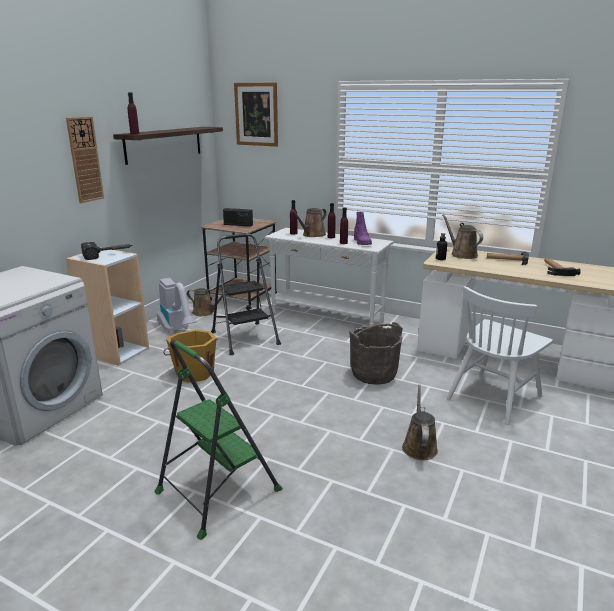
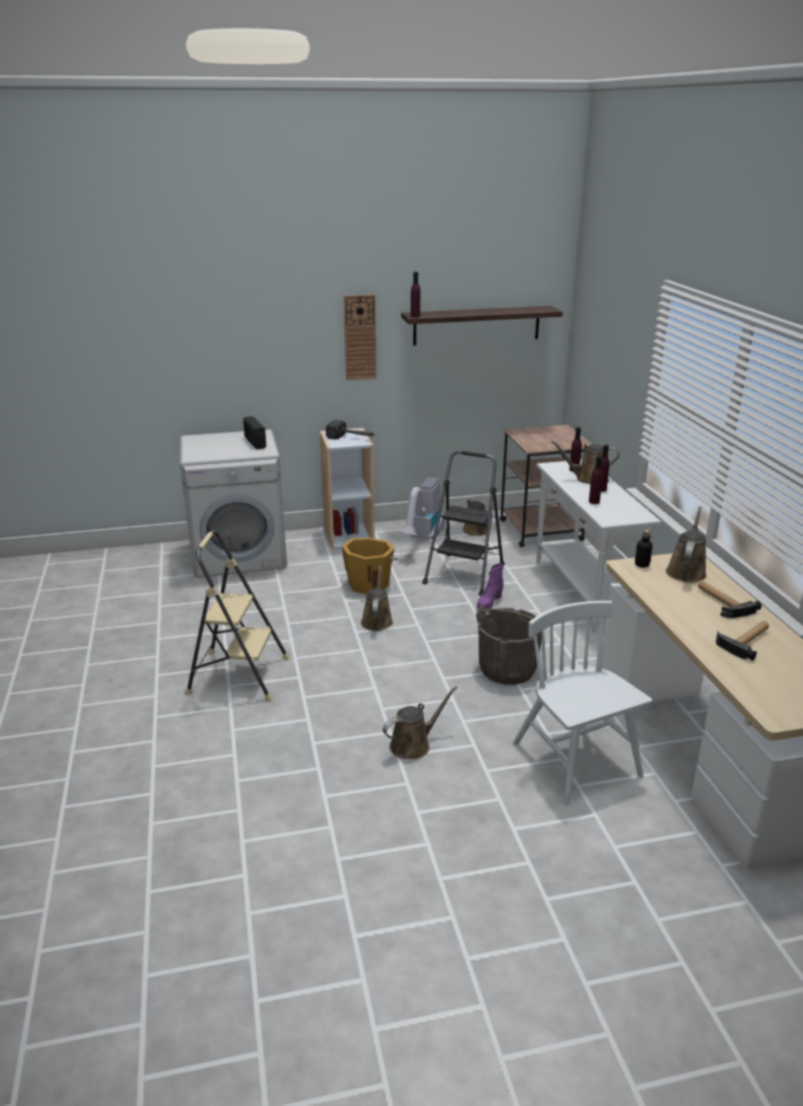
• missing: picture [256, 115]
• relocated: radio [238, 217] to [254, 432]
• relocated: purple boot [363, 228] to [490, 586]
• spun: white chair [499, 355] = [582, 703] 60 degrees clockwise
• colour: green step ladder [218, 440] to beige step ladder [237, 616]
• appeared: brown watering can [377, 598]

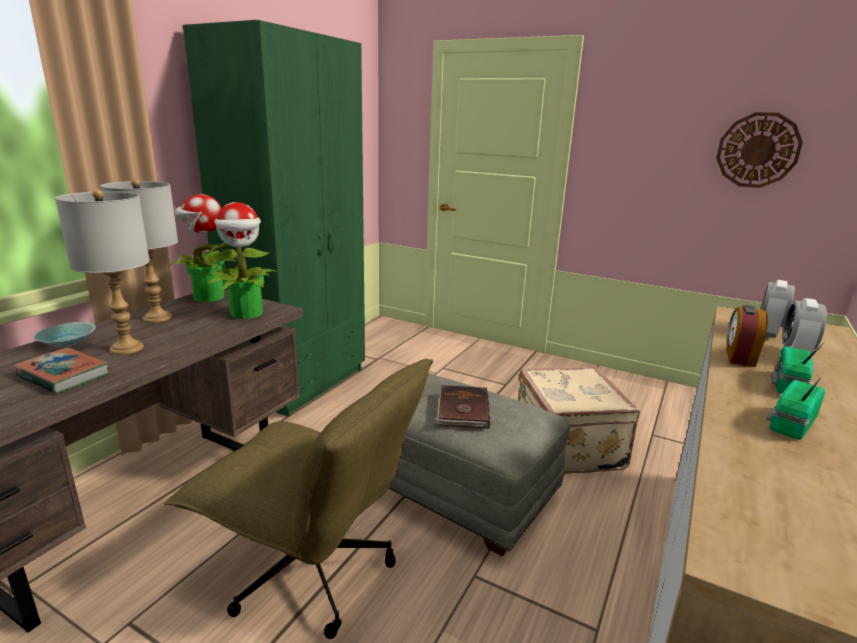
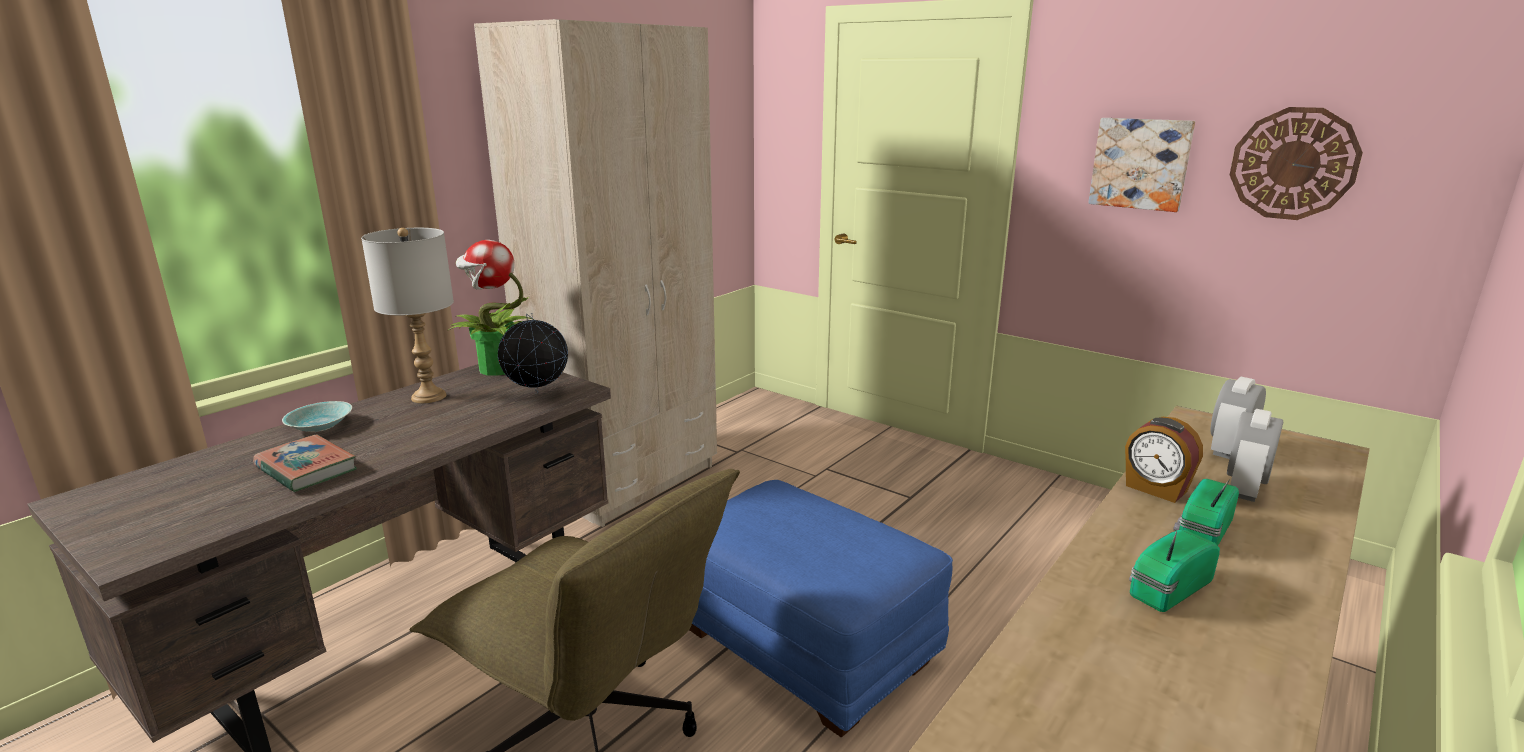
• colour: green wardrobe [274, 218] to beige wardrobe [595, 273]
• missing: grey table lamp [102, 272]
• exchanged: potted plant [241, 260] to globe [533, 353]
• spun: alarm clock [747, 336] = [1164, 460] 75 degrees counterclockwise
• missing: beige suitcase [579, 420]
• colour: grey ottoman [479, 464] to blue ottoman [821, 608]
• missing: brown book [462, 407]
• appeared: picture [1141, 165]

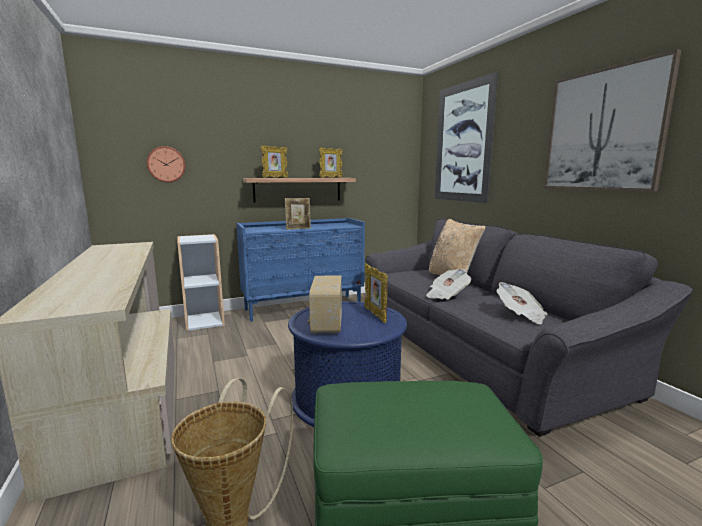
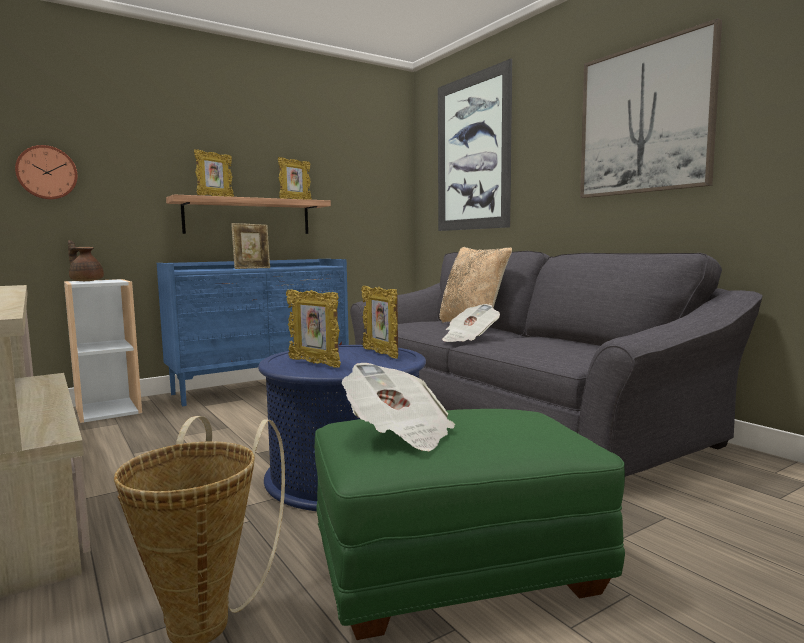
• exchanged: radio [325, 305] to picture frame [313, 328]
• relocated: newspaper [522, 303] to [398, 407]
• appeared: brown teapot [86, 260]

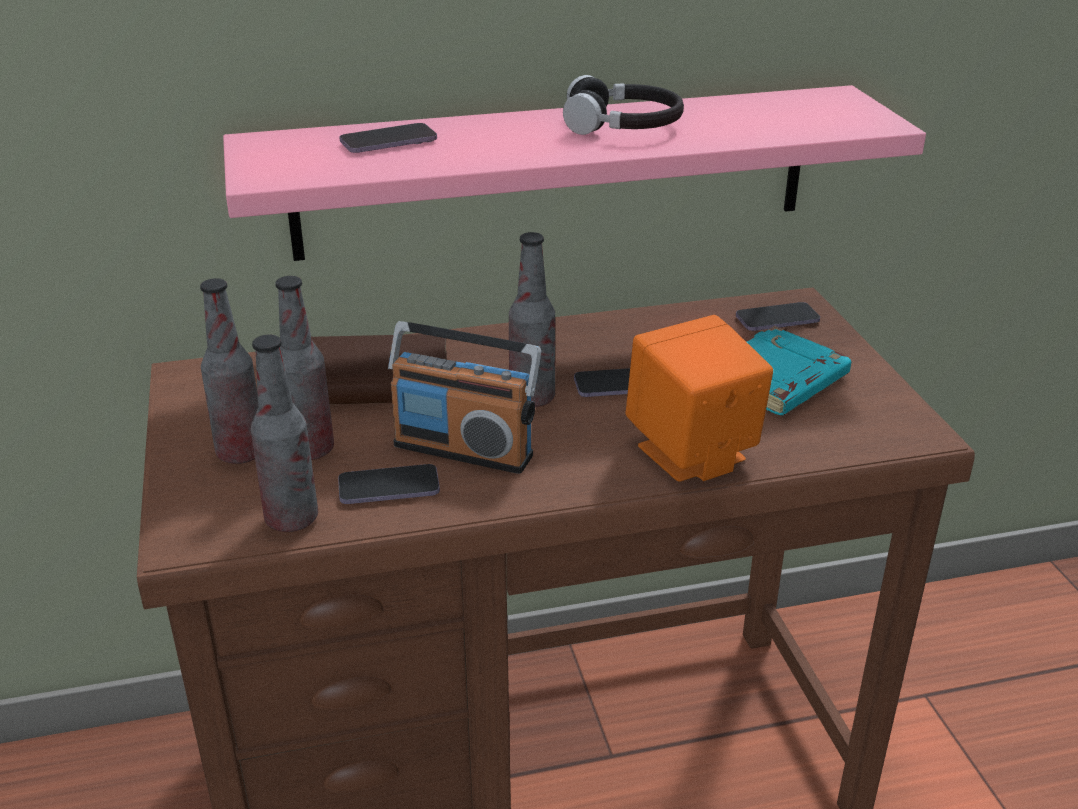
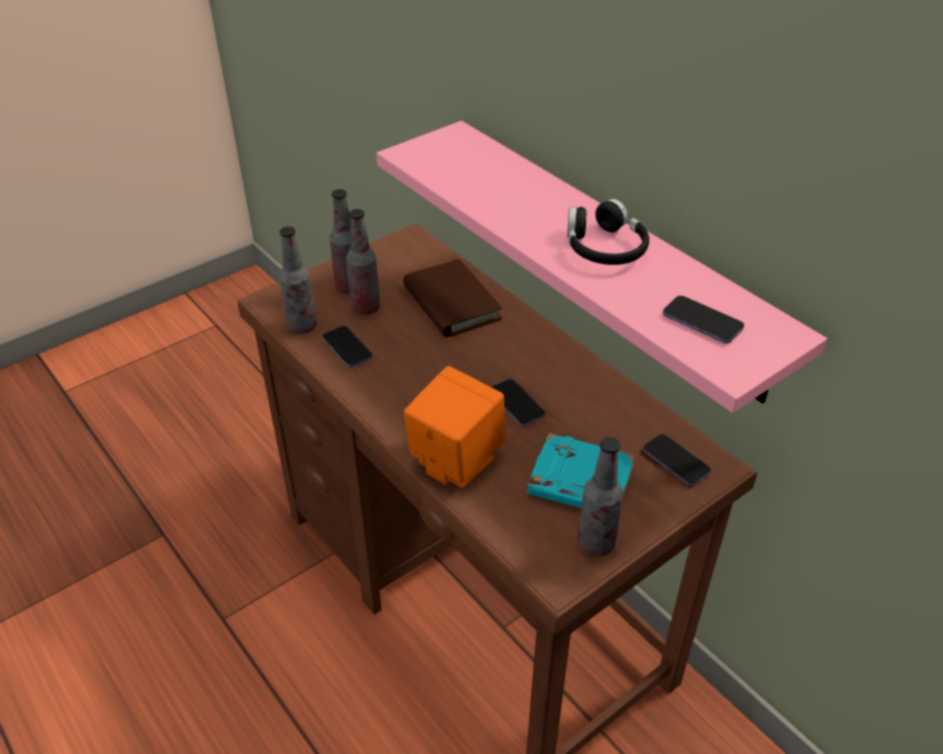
• relocated: phone [388, 138] to [703, 319]
• relocated: bottle [532, 319] to [600, 496]
• missing: radio [464, 397]

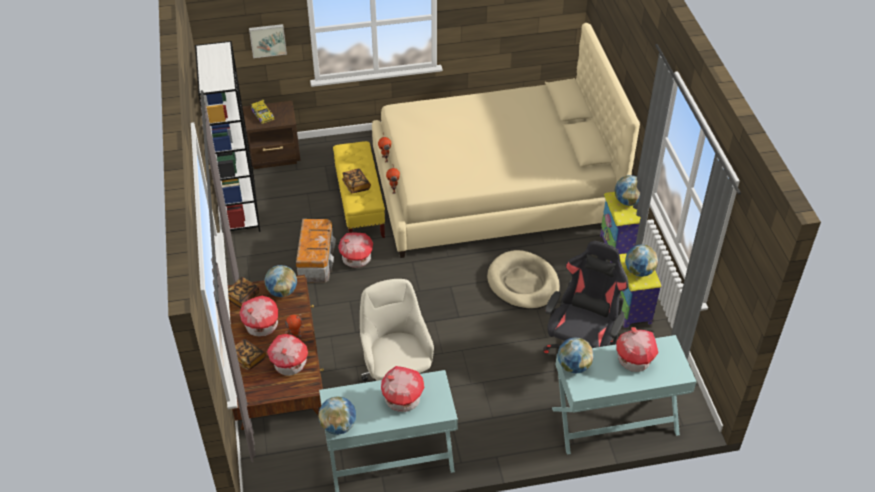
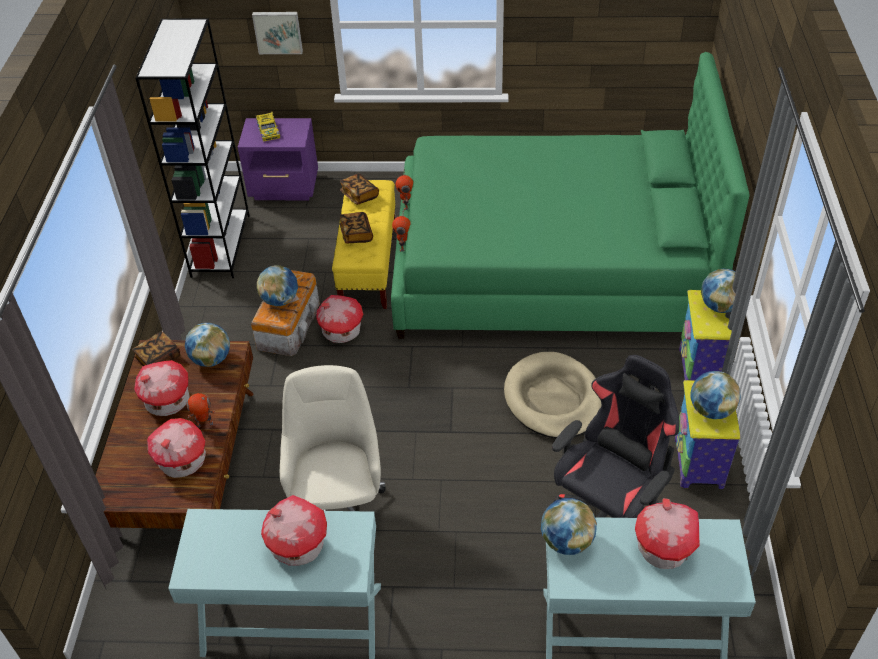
• colour: beige bed [506, 140] to green bed [570, 195]
• colour: brown nightstand [272, 135] to purple nightstand [278, 159]
• relocated: book [250, 355] to [359, 189]
• relocated: globe [337, 415] to [277, 285]

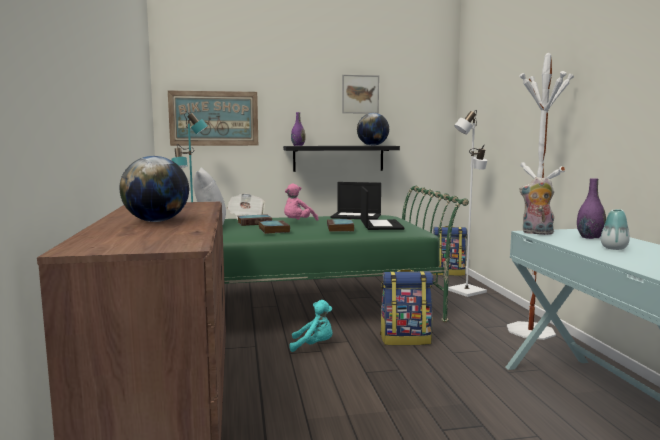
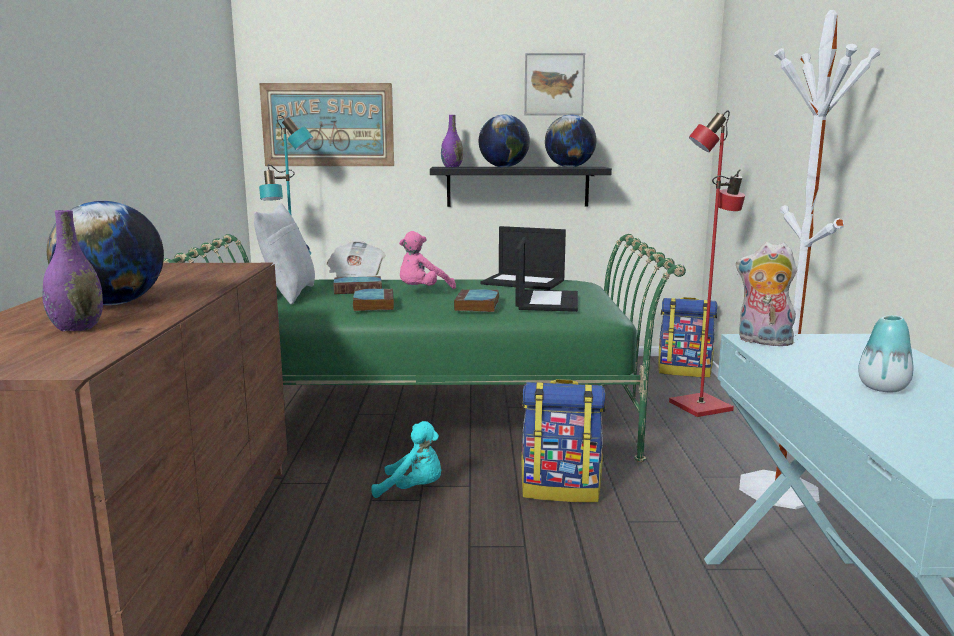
• colour: white floor lamp [467, 203] to red floor lamp [707, 263]
• relocated: purple vase [591, 208] to [72, 270]
• appeared: globe [504, 141]

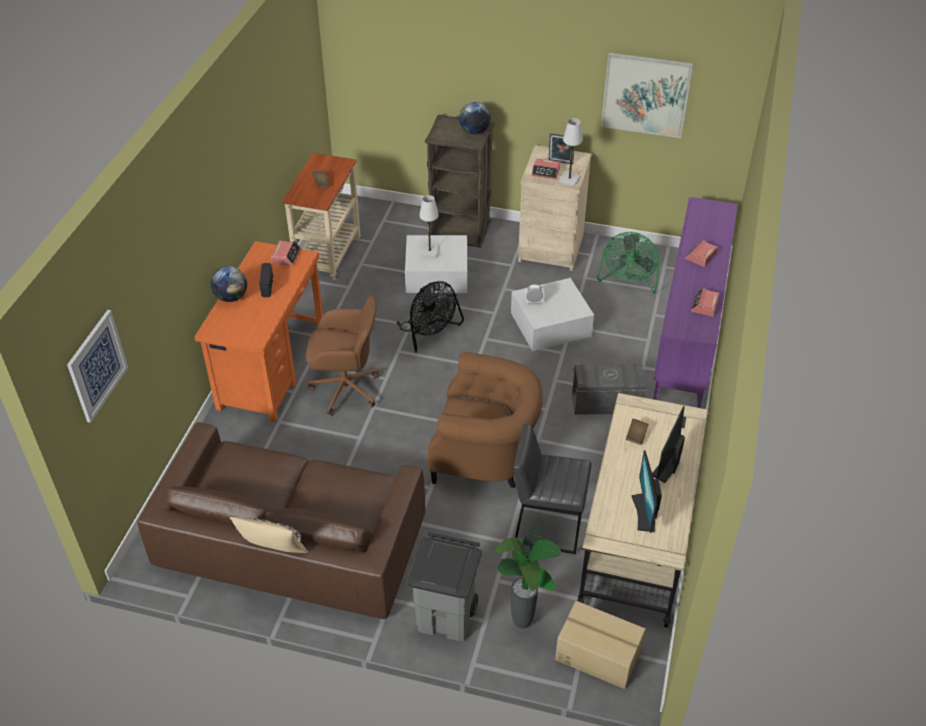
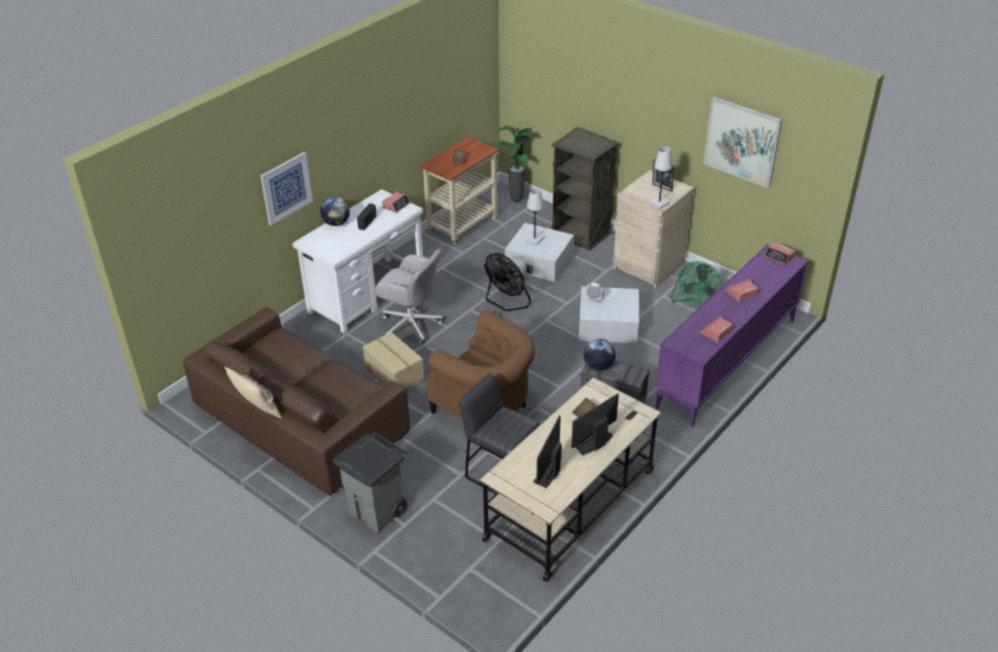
• relocated: globe [475, 118] to [599, 355]
• relocated: alarm clock [546, 168] to [779, 253]
• colour: orange desk [258, 331] to white desk [357, 261]
• spun: black fan [430, 317] = [507, 285] 120 degrees counterclockwise
• colour: brown office chair [342, 355] to grey office chair [409, 296]
• relocated: picture [97, 366] to [286, 188]
• relocated: potted plant [528, 577] to [515, 164]
• relocated: cardboard box [600, 645] to [394, 361]

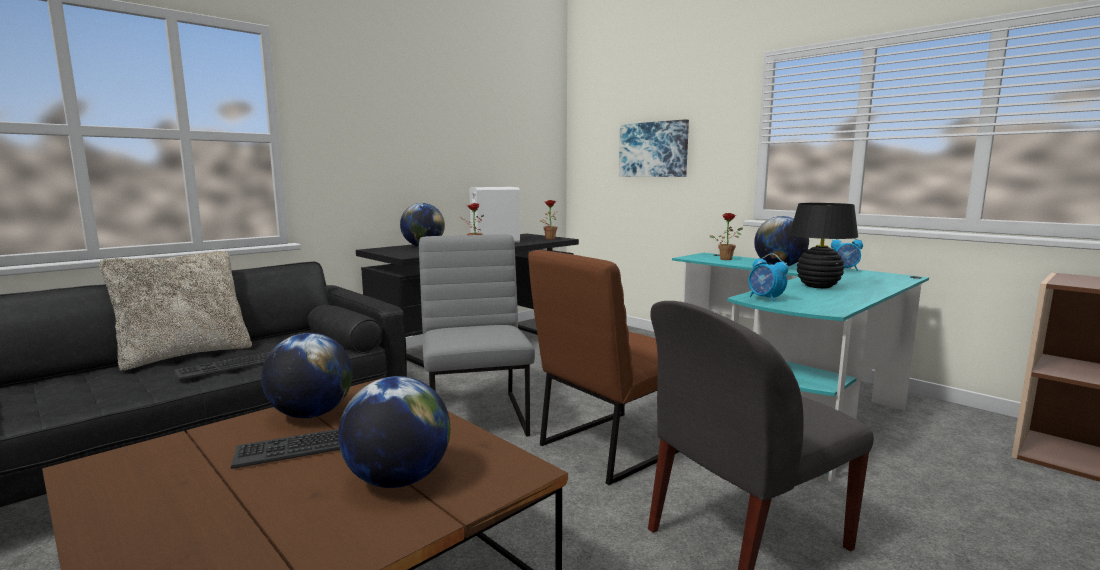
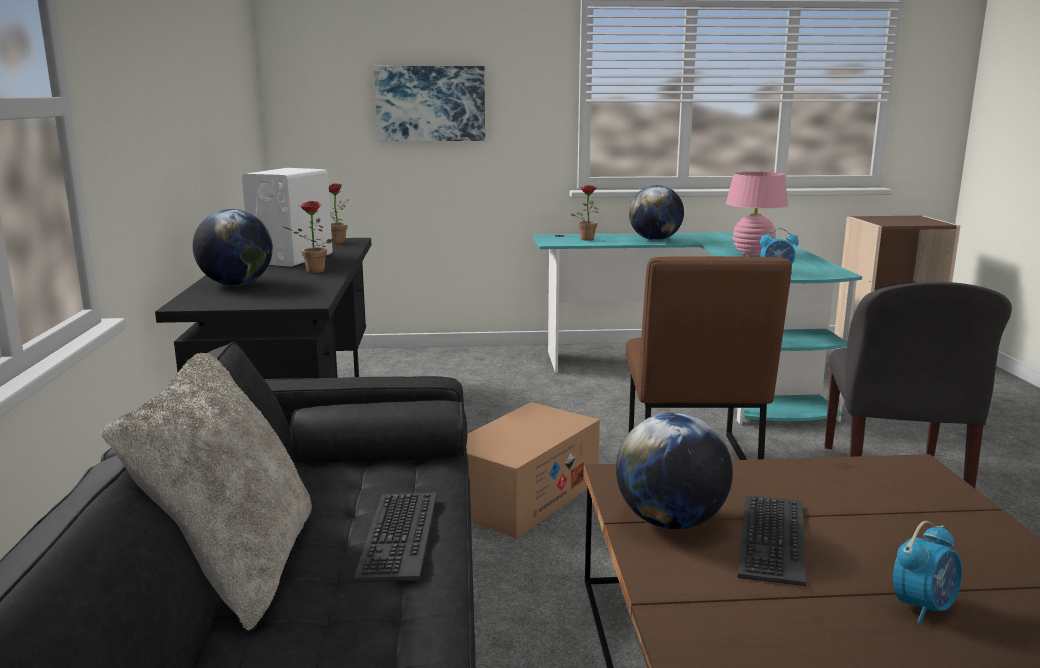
• colour: black table lamp [823, 246] to pink table lamp [757, 214]
• exchanged: grey chair [477, 335] to cardboard box [533, 470]
• relocated: alarm clock [847, 254] to [927, 572]
• missing: globe [394, 432]

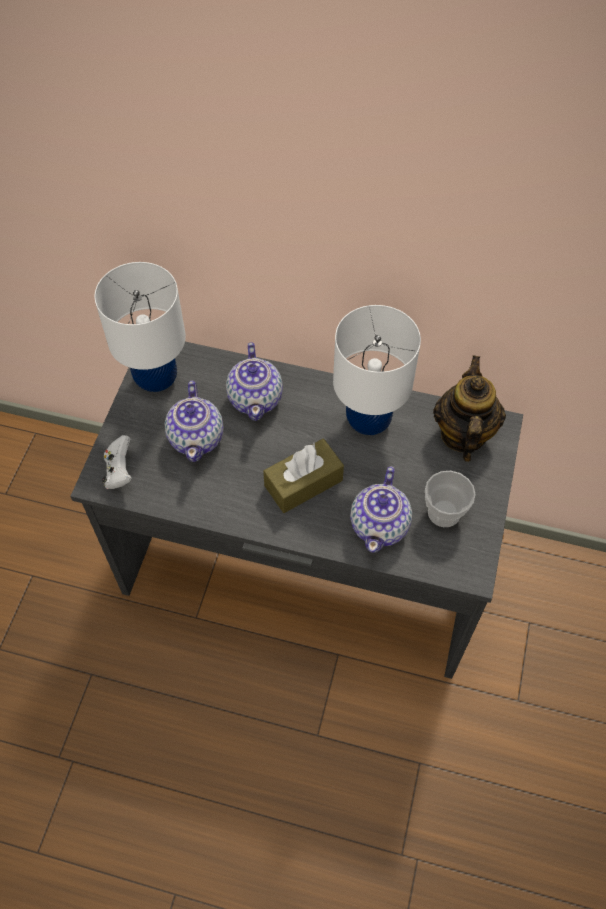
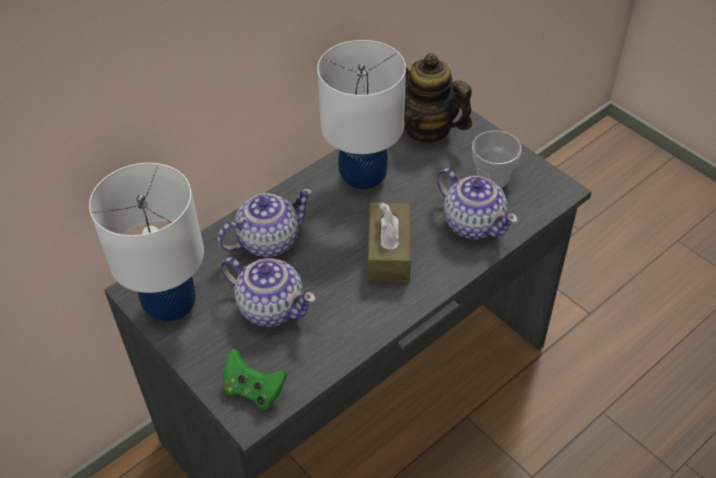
• spun: teapot [254, 381] = [265, 222] 60 degrees counterclockwise
• colour: white game controller [117, 462] to green game controller [255, 379]

